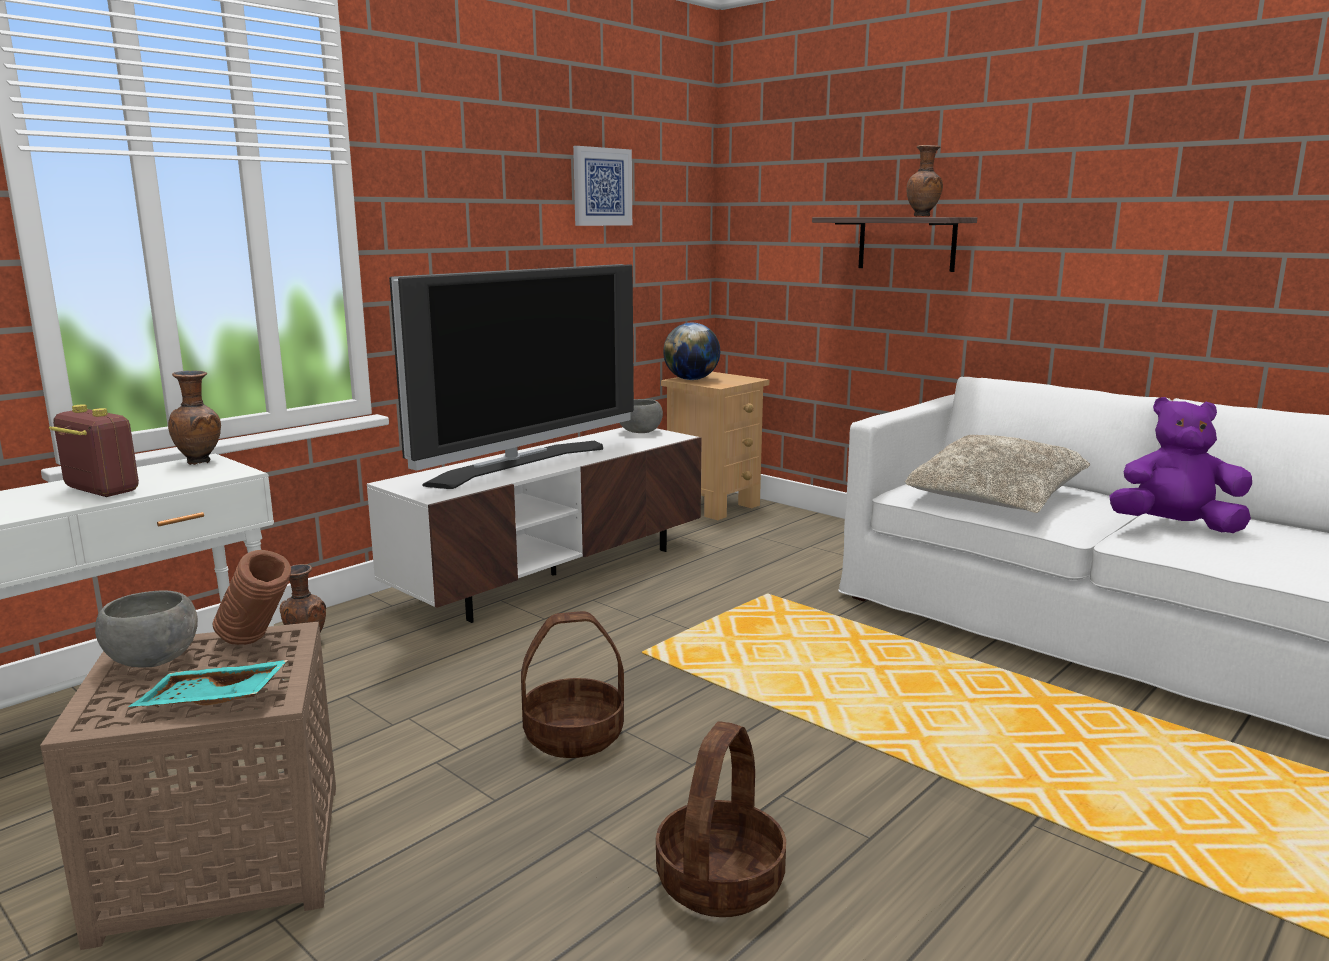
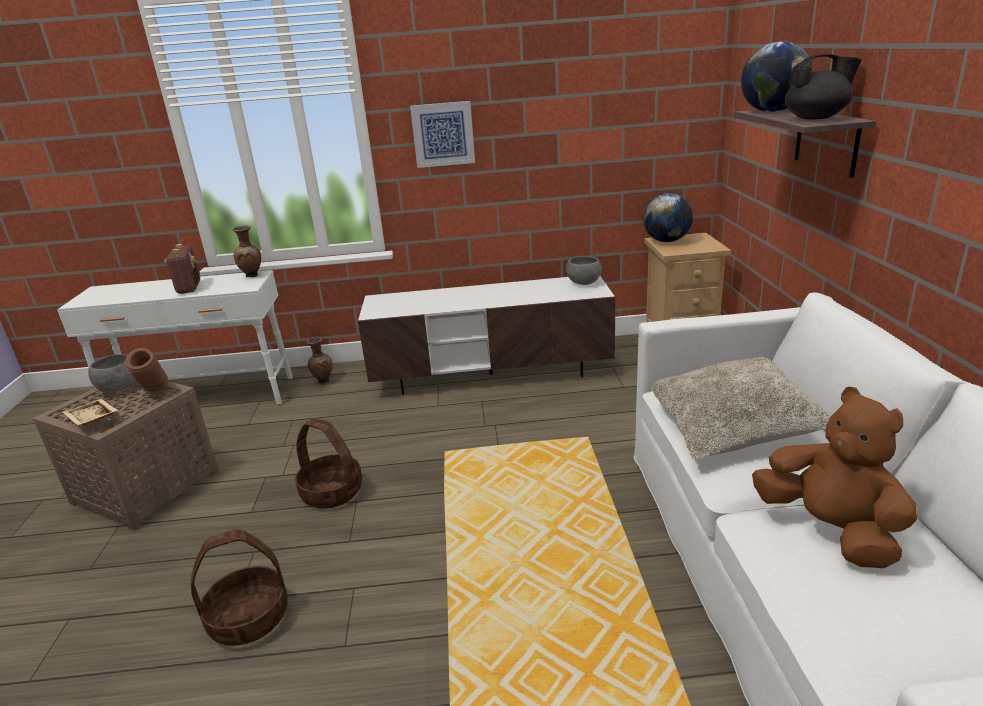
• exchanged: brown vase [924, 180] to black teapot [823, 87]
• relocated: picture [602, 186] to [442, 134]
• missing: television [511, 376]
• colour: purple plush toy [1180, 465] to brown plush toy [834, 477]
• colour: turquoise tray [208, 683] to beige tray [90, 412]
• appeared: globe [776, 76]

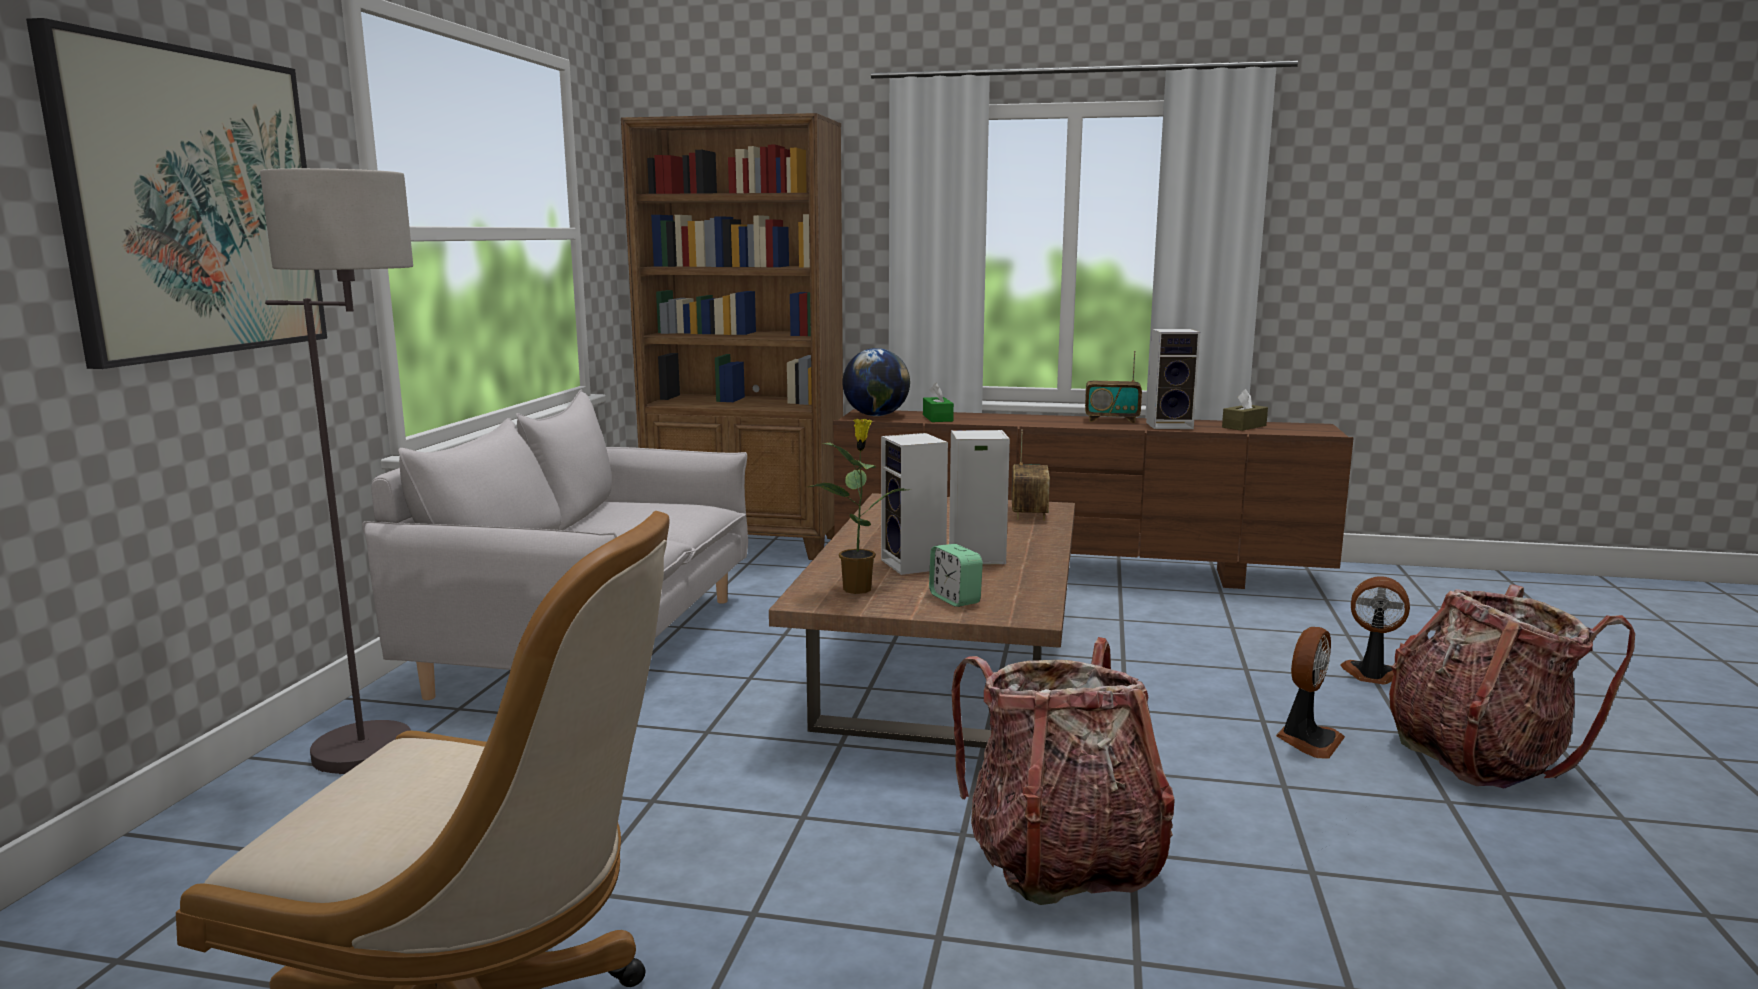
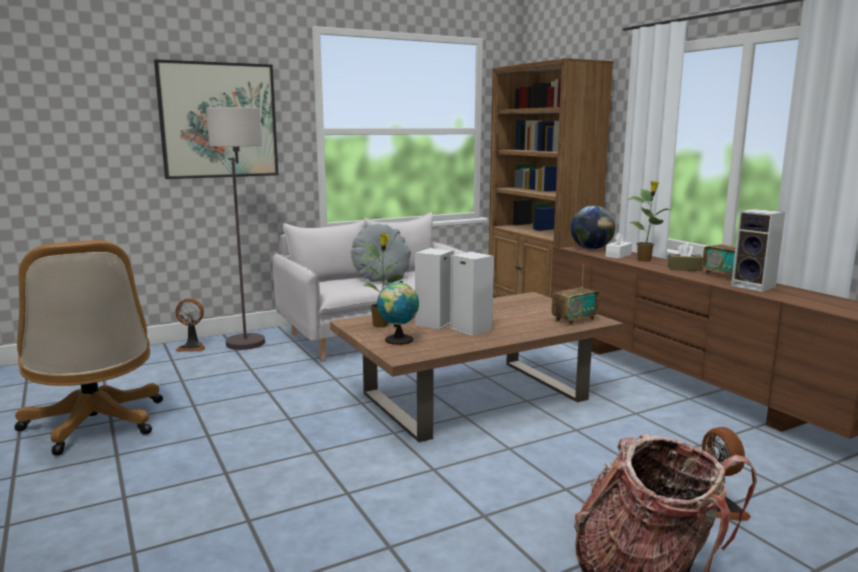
• colour: green tissue box [938, 402] to white tissue box [618, 245]
• relocated: brown tissue box [1245, 410] to [685, 257]
• exchanged: alarm clock [956, 575] to globe [398, 313]
• relocated: fan [1310, 693] to [190, 325]
• missing: backpack [1063, 771]
• appeared: potted plant [649, 221]
• appeared: grey pillow [381, 253]

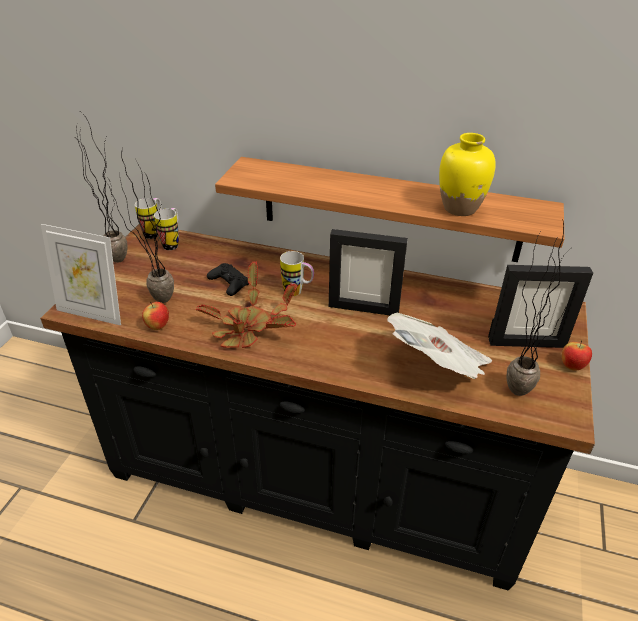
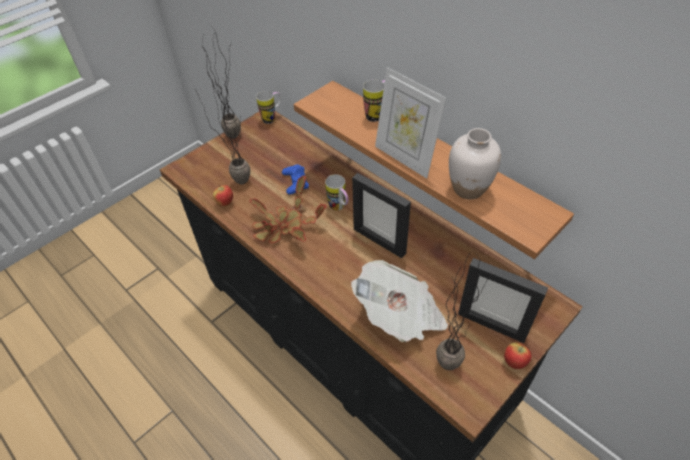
• colour: yellow vase [467, 174] to white vase [475, 164]
• relocated: mug [166, 229] to [374, 101]
• relocated: picture frame [81, 275] to [410, 123]
• colour: black game controller [228, 279] to blue game controller [295, 179]

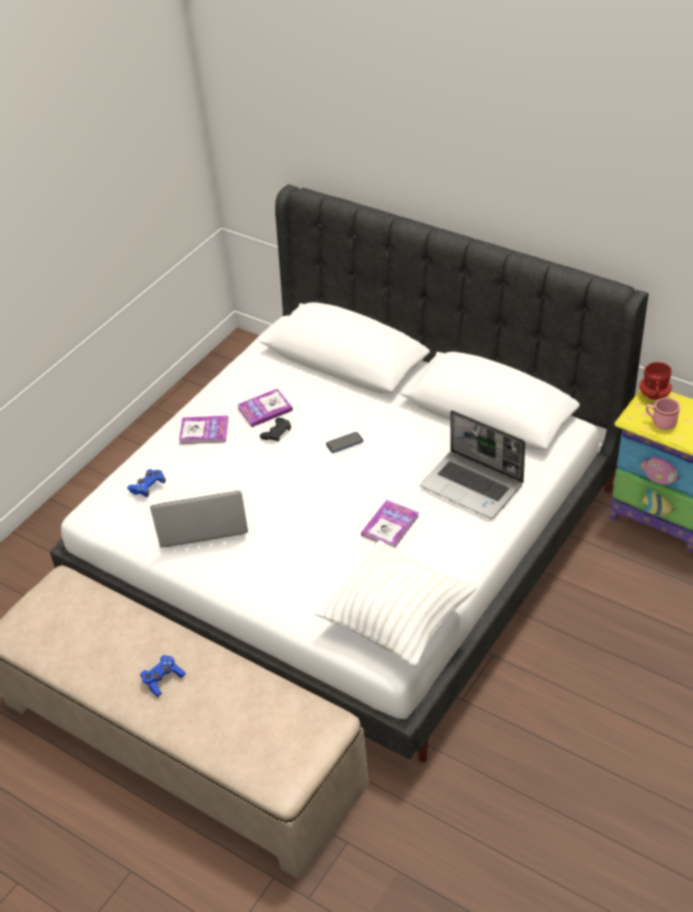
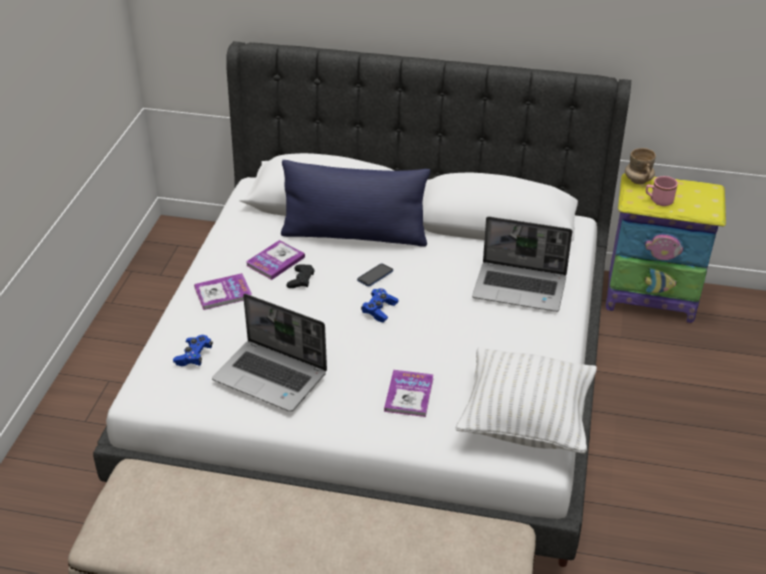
• colour: red mug [655, 381] to beige mug [640, 166]
• spun: laptop [199, 519] = [269, 353] 120 degrees counterclockwise
• relocated: book [390, 524] to [409, 393]
• relocated: blue game controller [162, 676] to [379, 305]
• appeared: blue pillow [356, 203]

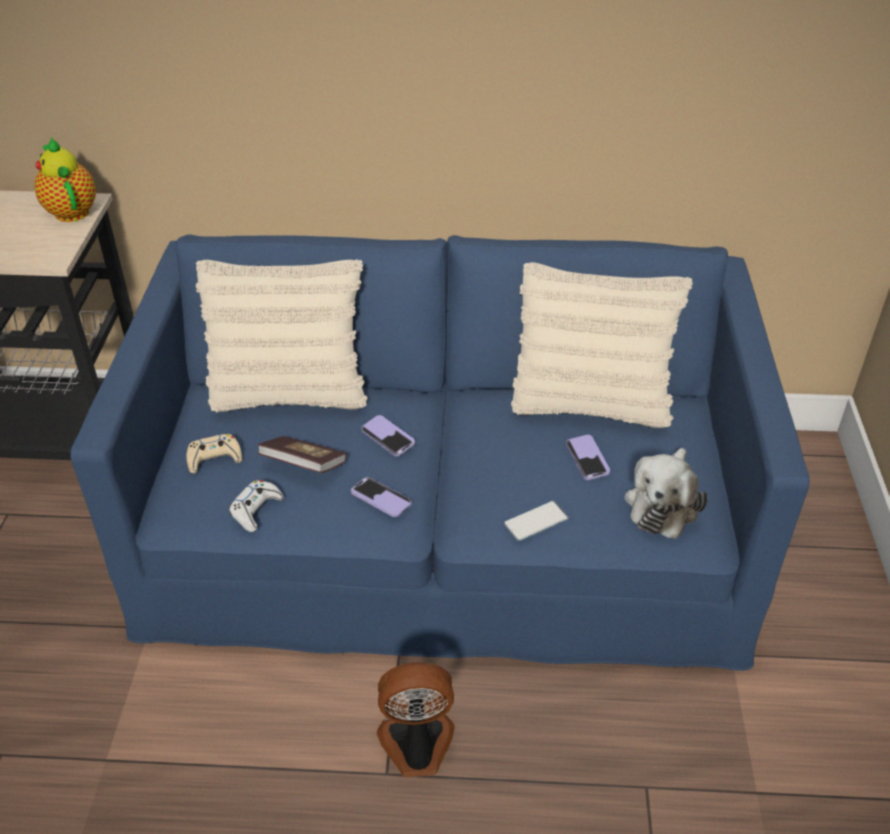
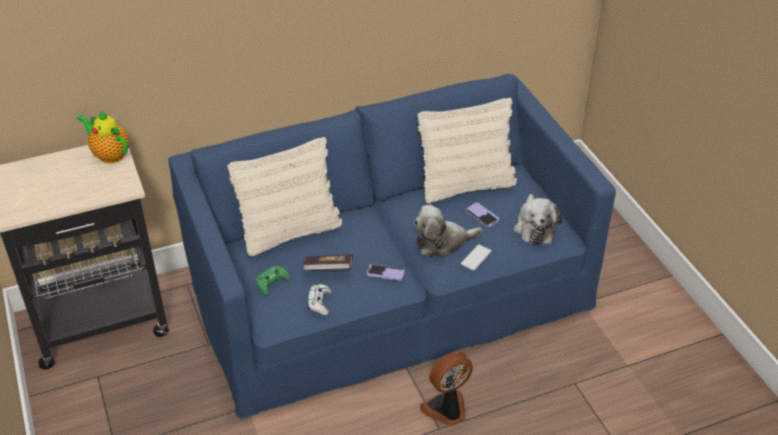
• missing: phone [388, 435]
• colour: beige game controller [214, 453] to green game controller [273, 280]
• appeared: plush toy [447, 231]

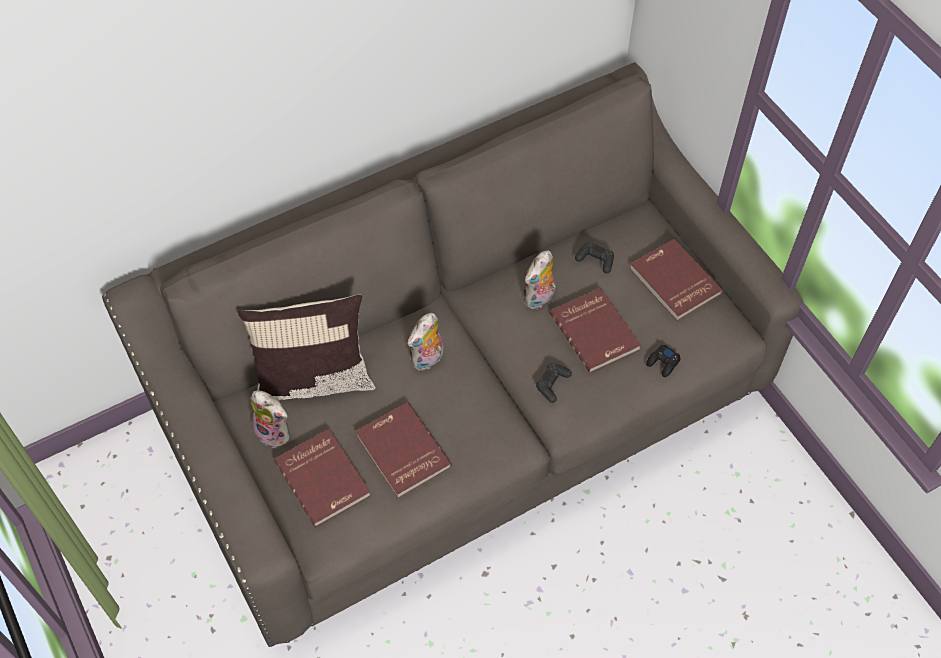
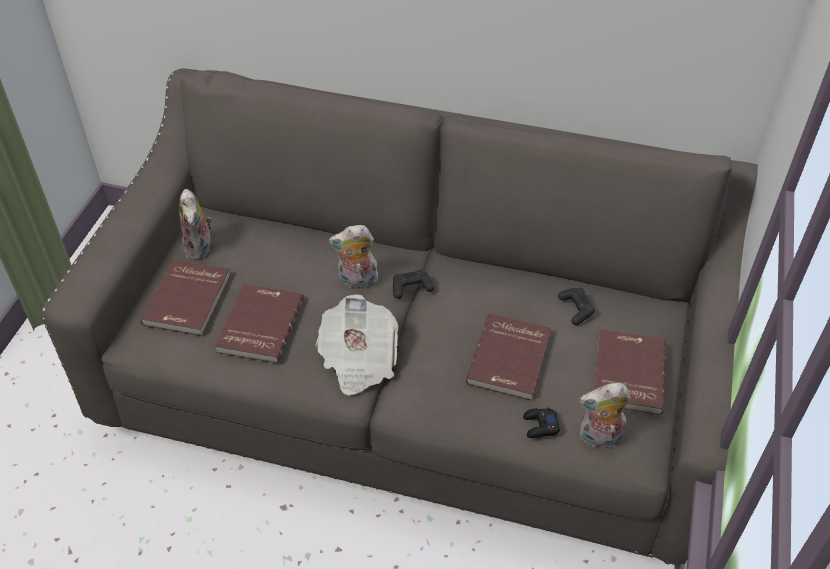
• relocated: plush toy [539, 280] to [605, 415]
• missing: pillow [306, 347]
• relocated: black game controller [554, 383] to [414, 284]
• appeared: newspaper [357, 345]

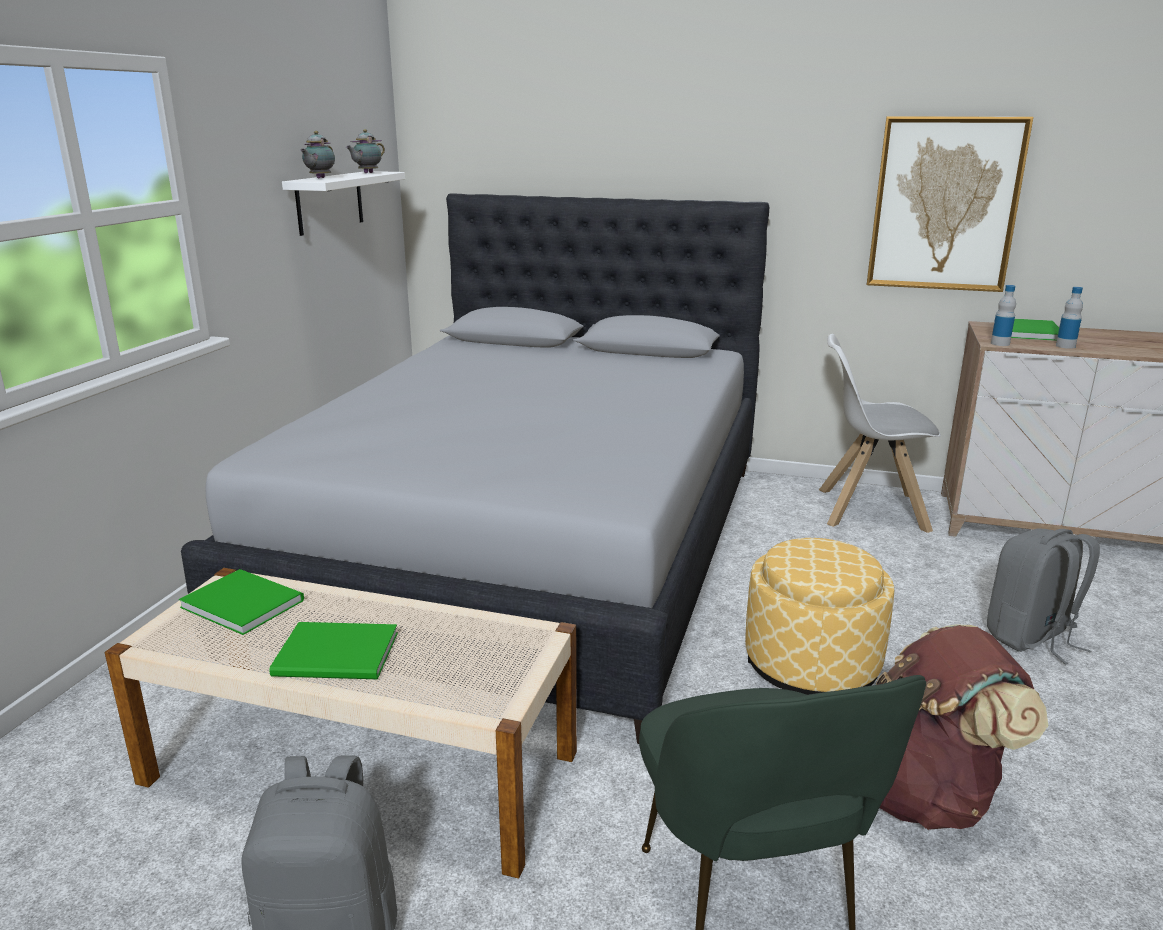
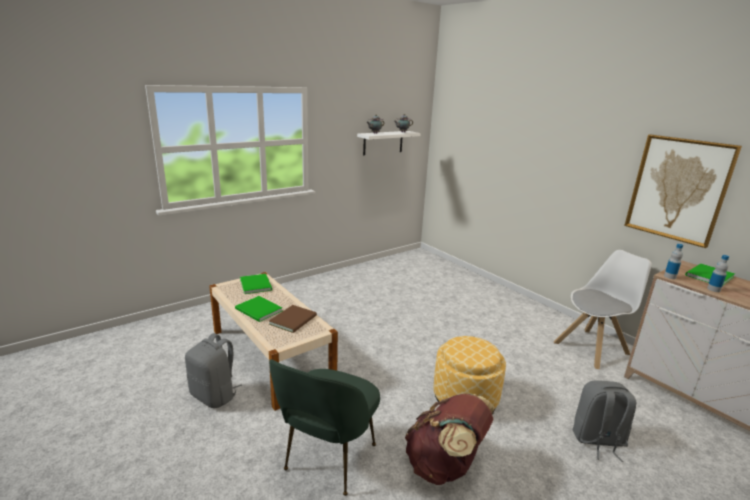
• missing: grey bed [475, 468]
• spun: chair [880, 433] = [603, 309] 105 degrees clockwise
• appeared: brown book [293, 319]

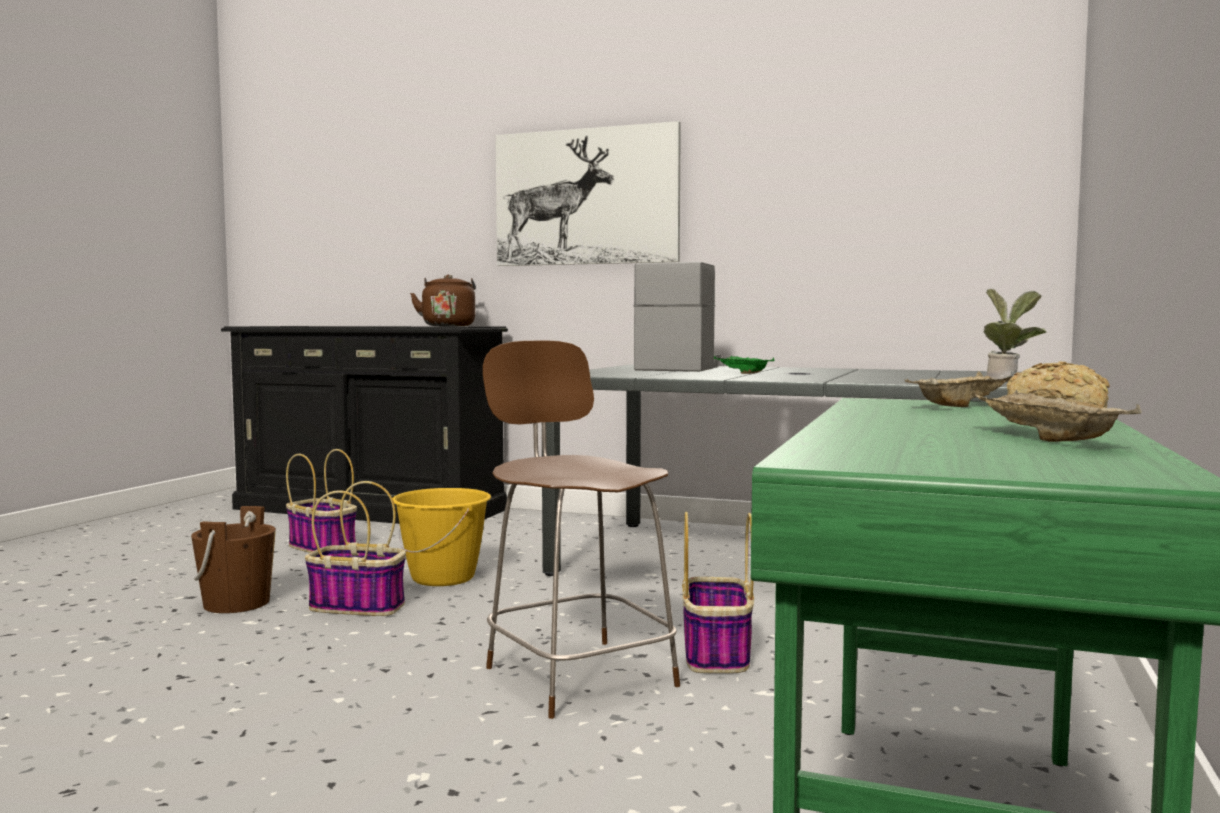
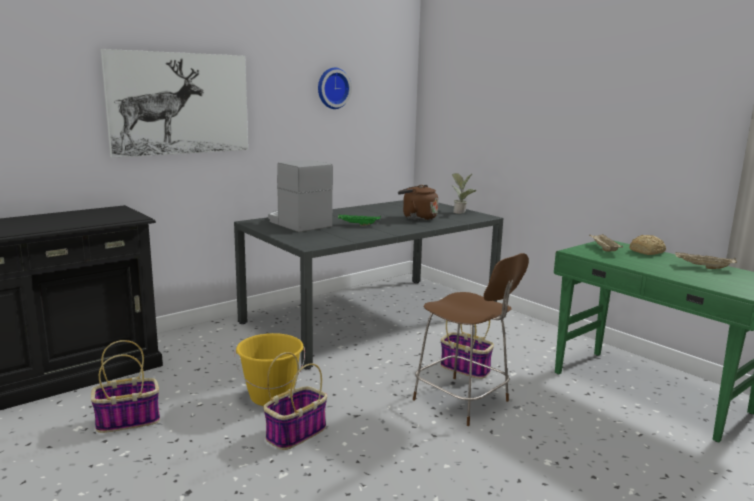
• relocated: brown kettle [443, 300] to [418, 202]
• spun: brown chair [581, 529] = [471, 339] 135 degrees counterclockwise
• missing: brown bucket [233, 559]
• appeared: wall clock [335, 88]

